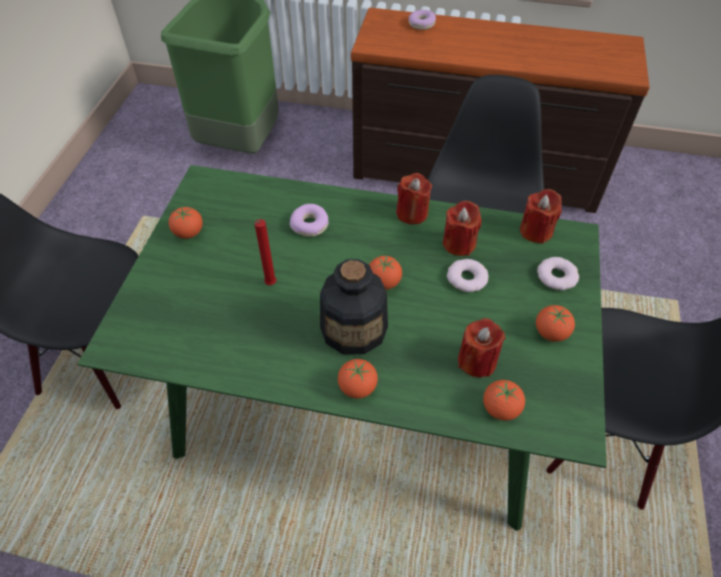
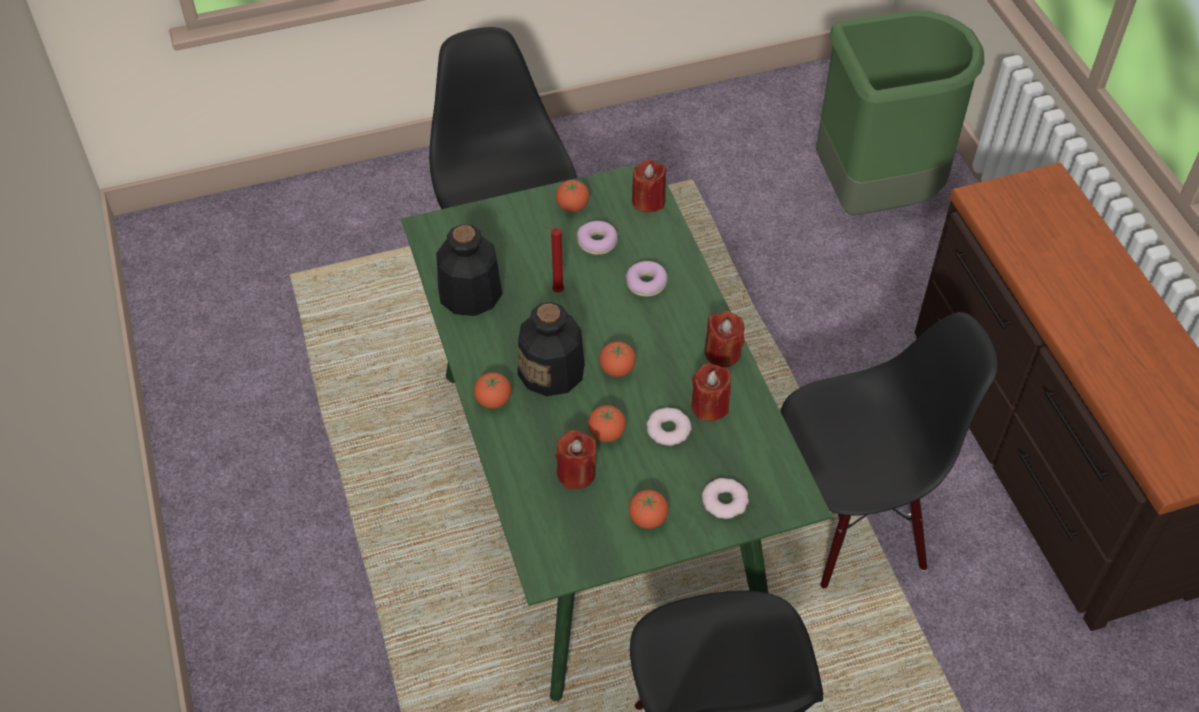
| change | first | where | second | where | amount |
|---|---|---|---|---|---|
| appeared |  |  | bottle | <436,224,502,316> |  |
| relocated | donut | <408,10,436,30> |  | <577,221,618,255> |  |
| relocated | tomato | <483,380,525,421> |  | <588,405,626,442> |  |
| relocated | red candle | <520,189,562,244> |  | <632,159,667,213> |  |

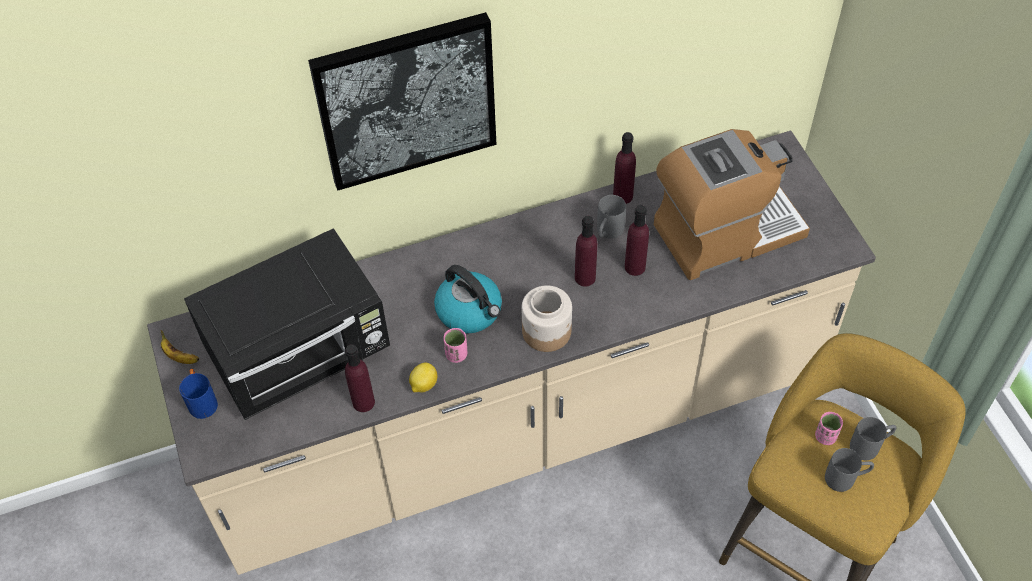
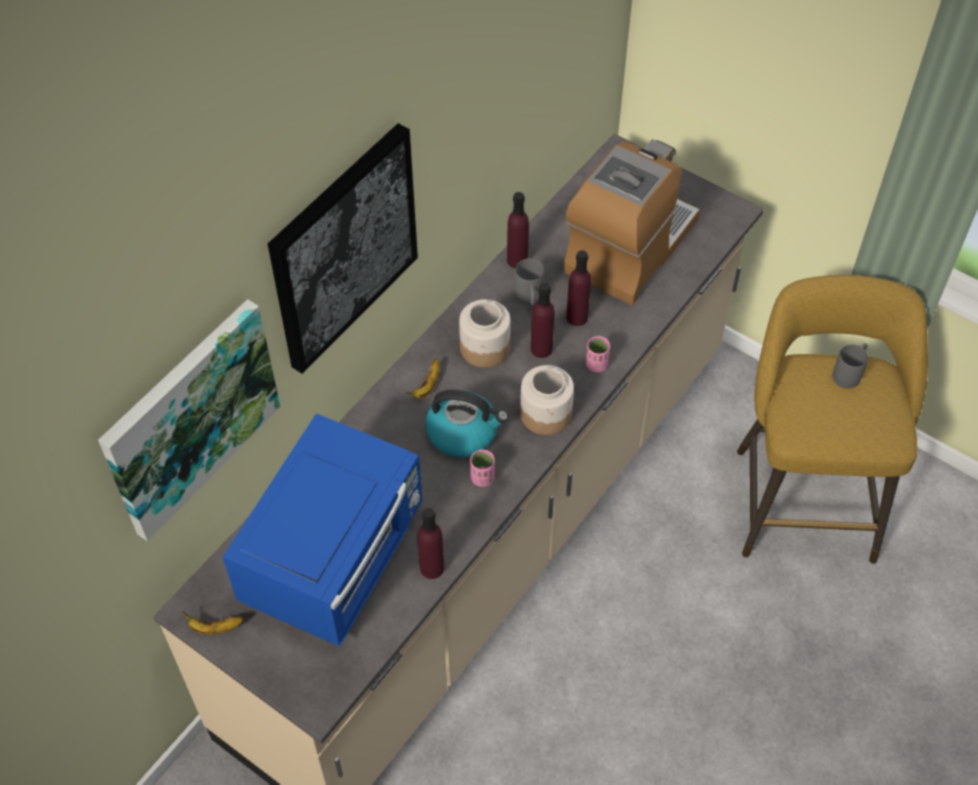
| change | first | where | second | where | amount |
|---|---|---|---|---|---|
| appeared |  |  | picture | <98,299,280,541> |  |
| colour | black microwave | <184,228,390,420> | blue microwave | <223,413,422,647> |  |
| appeared |  |  | banana | <405,359,440,399> |  |
| appeared |  |  | jar | <459,299,511,368> |  |
| relocated | pink cup | <815,412,843,445> |  | <585,336,610,372> |  |
| missing | blue mug | <179,369,218,419> |  |  |  |
| missing | lemon | <409,363,437,392> |  |  |  |
| missing | grey mug | <825,448,874,492> |  |  |  |

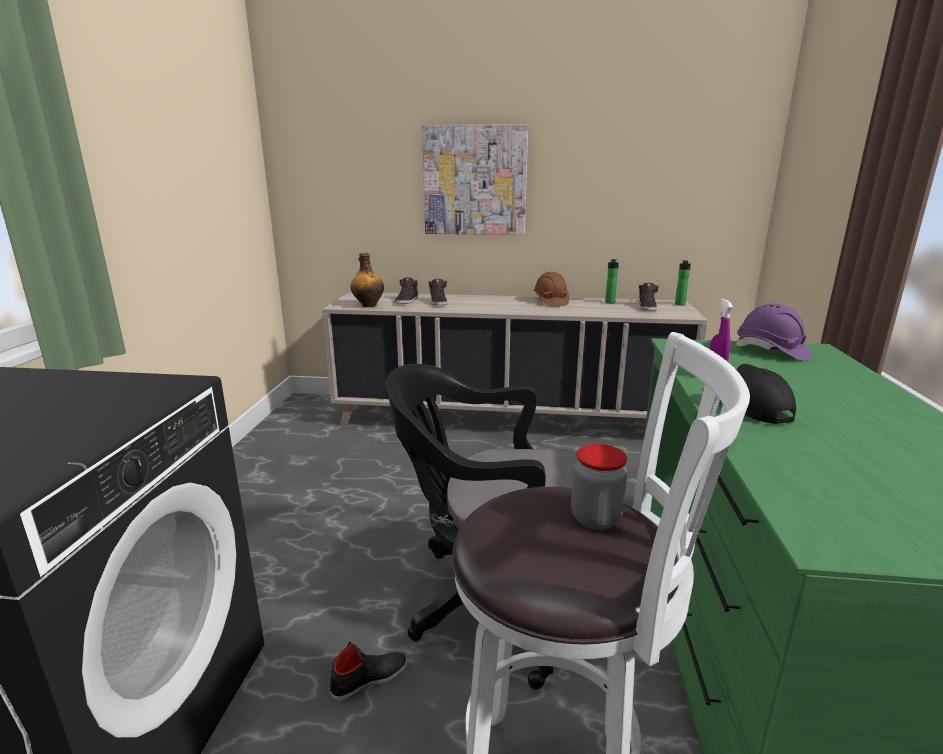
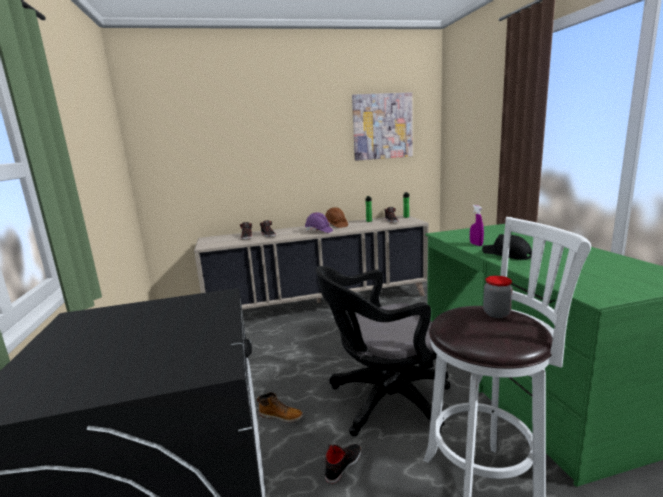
| change | first | where | second | where | amount |
|---|---|---|---|---|---|
| appeared |  |  | boot | <257,392,303,423> |  |
| relocated | purple hard hat | <736,303,813,361> |  | <305,212,333,233> |  |
| relocated | picture | <422,124,528,235> |  | <352,92,413,161> |  |
| missing | bottle | <351,252,384,307> |  |  |  |

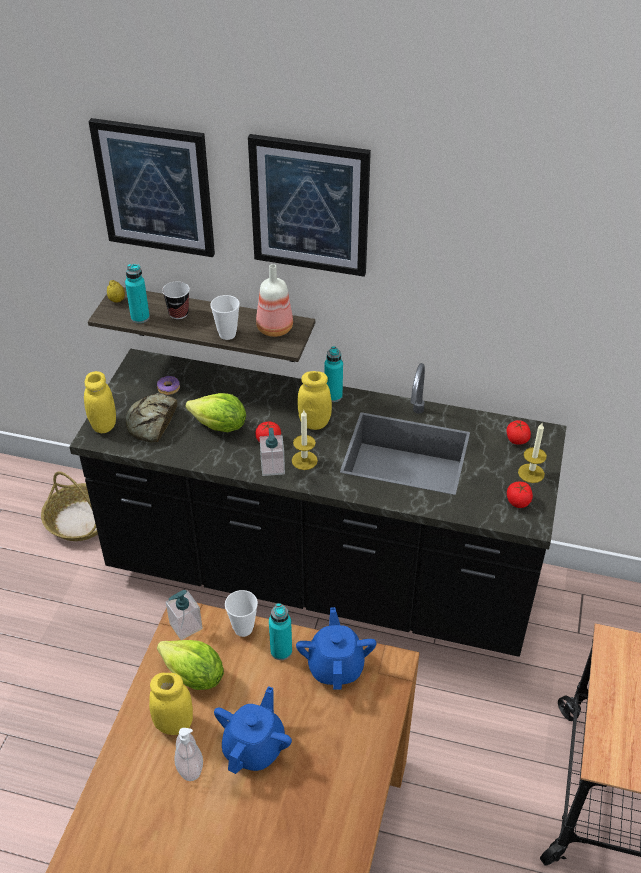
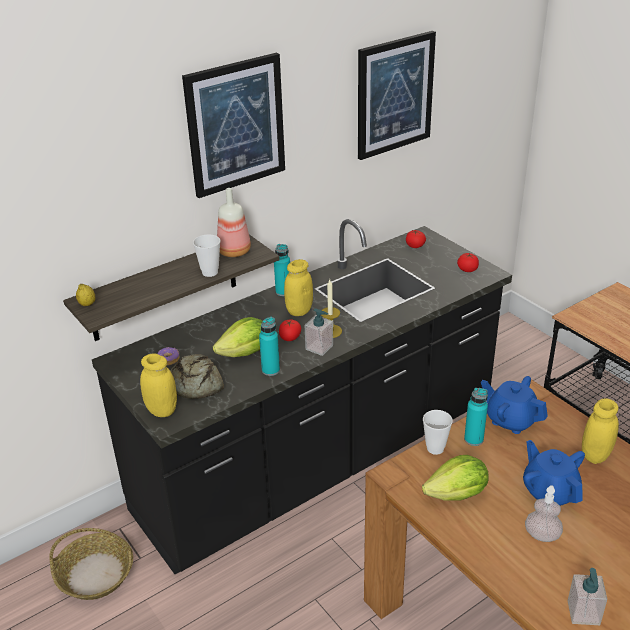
| change | first | where | second | where | amount |
|---|---|---|---|---|---|
| relocated | turquoise bottle | <125,264,150,323> |  | <259,317,280,376> |  |
| relocated | picture | <89,118,215,257> |  | <358,31,436,160> |  |
| relocated | soap dispenser | <166,590,203,640> |  | <568,568,607,625> |  |
| relocated | yellow jar | <149,673,193,735> |  | <582,398,619,464> |  |
| missing | cup | <162,281,190,319> |  |  |  |
| missing | candle | <518,423,547,483> |  |  |  |

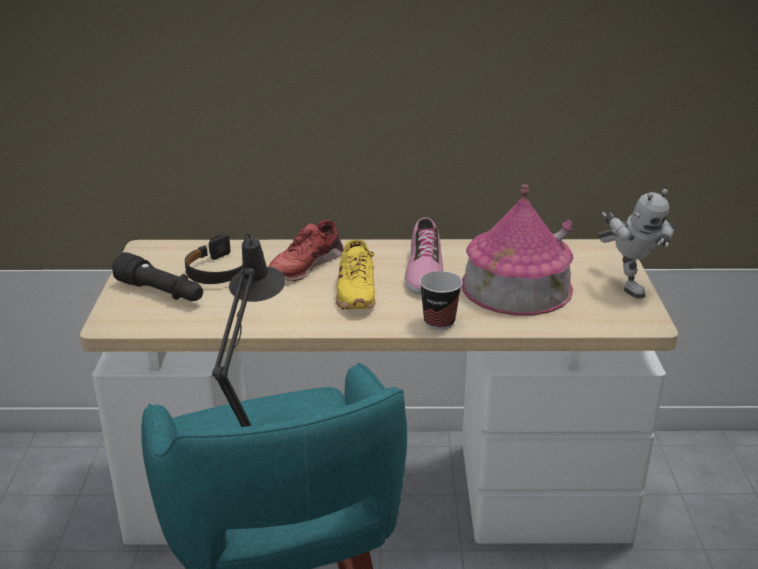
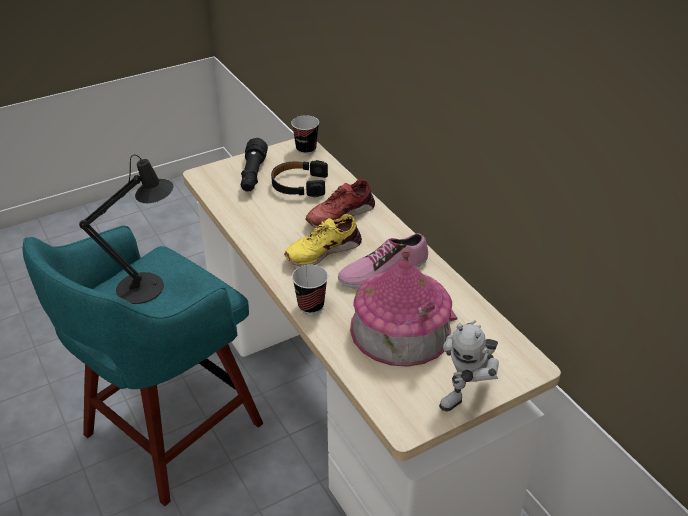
| change | first | where | second | where | amount |
|---|---|---|---|---|---|
| appeared |  |  | cup | <291,115,319,154> |  |
| spun | red shoe | <268,220,344,282> |  | <305,179,375,228> | 45 degrees counterclockwise |

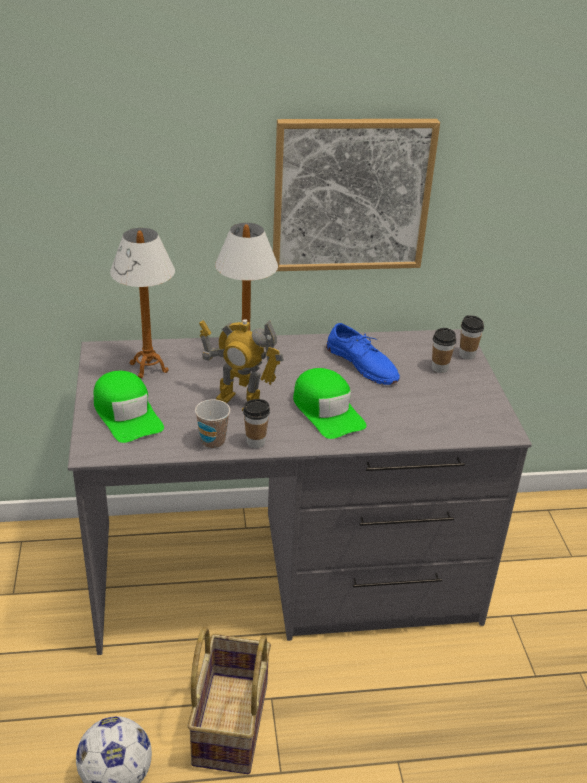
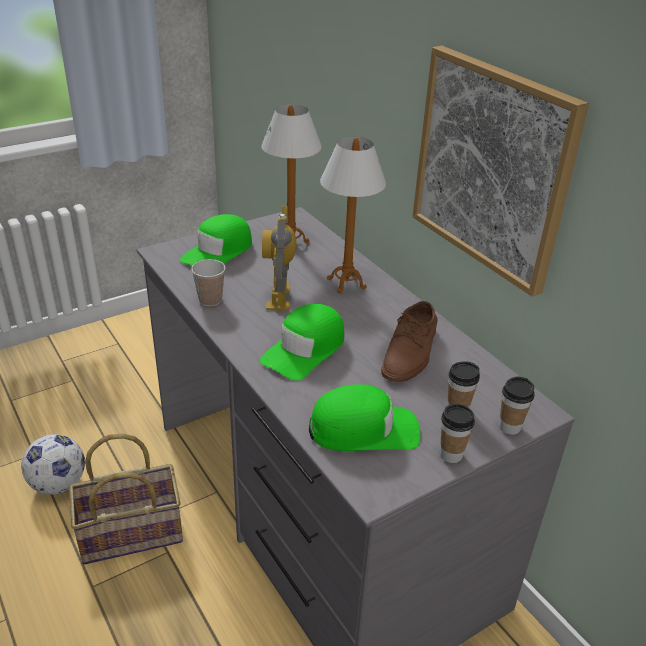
| change | first | where | second | where | amount |
|---|---|---|---|---|---|
| appeared |  |  | green cap | <309,385,420,451> |  |
| colour | blue shoe | <326,323,400,385> | brown shoe | <381,301,438,382> |  |
| relocated | cup | <243,399,270,448> |  | <440,404,475,463> |  |

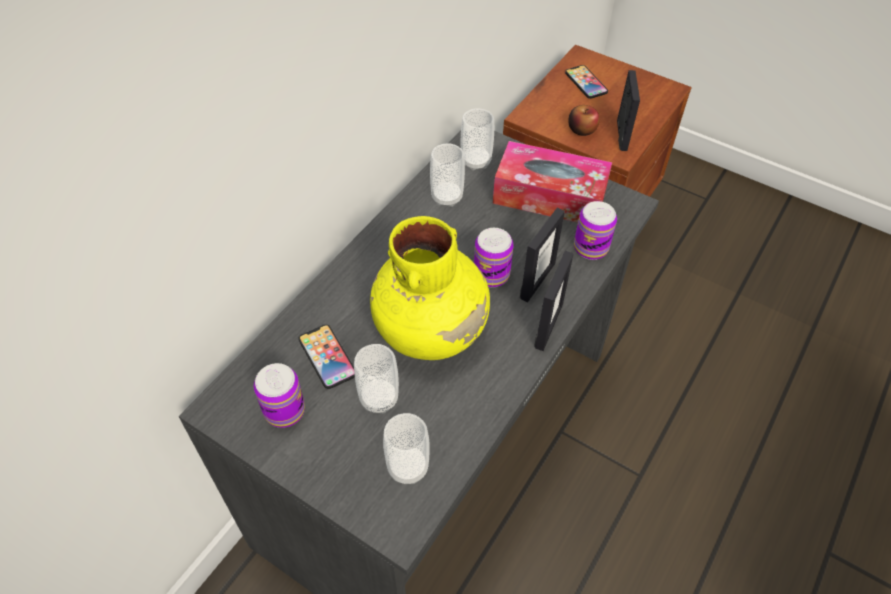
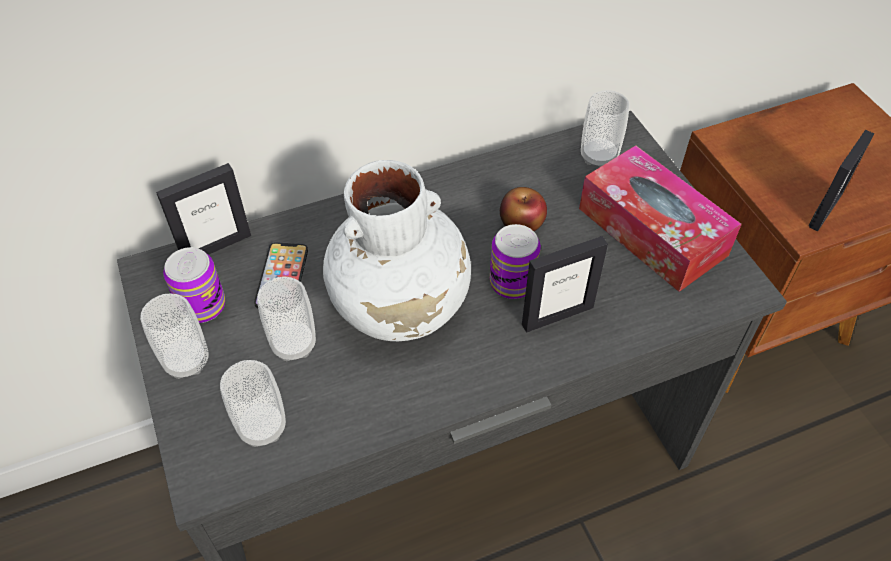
| change | first | where | second | where | amount |
|---|---|---|---|---|---|
| relocated | cup | <430,144,465,207> |  | <140,294,209,379> |  |
| relocated | picture frame | <534,251,574,351> |  | <156,163,251,255> |  |
| colour | yellow vase | <370,216,490,360> | white vase | <323,160,471,341> |  |
| relocated | apple | <568,105,600,136> |  | <500,187,547,231> |  |
| missing | phone | <565,65,608,99> |  |  |  |
| missing | can | <574,201,617,260> |  |  |  |

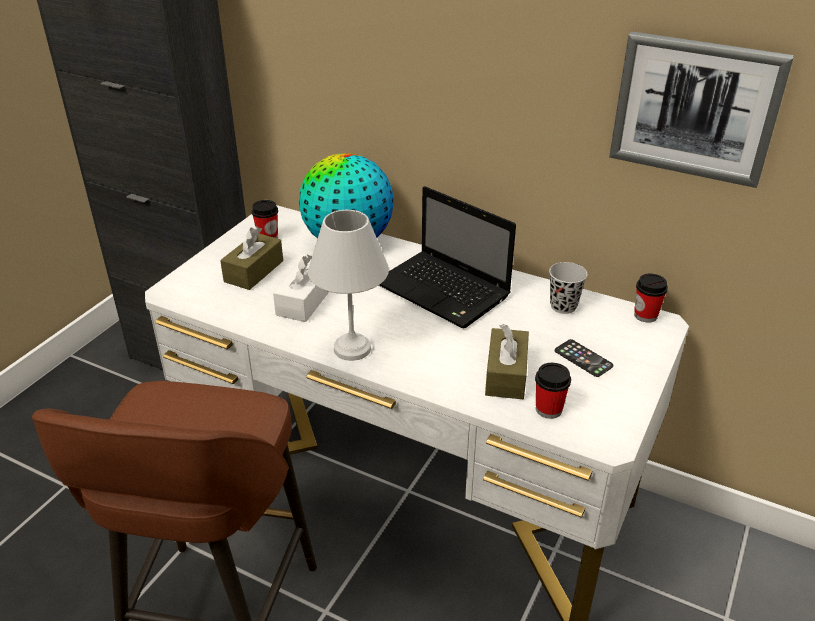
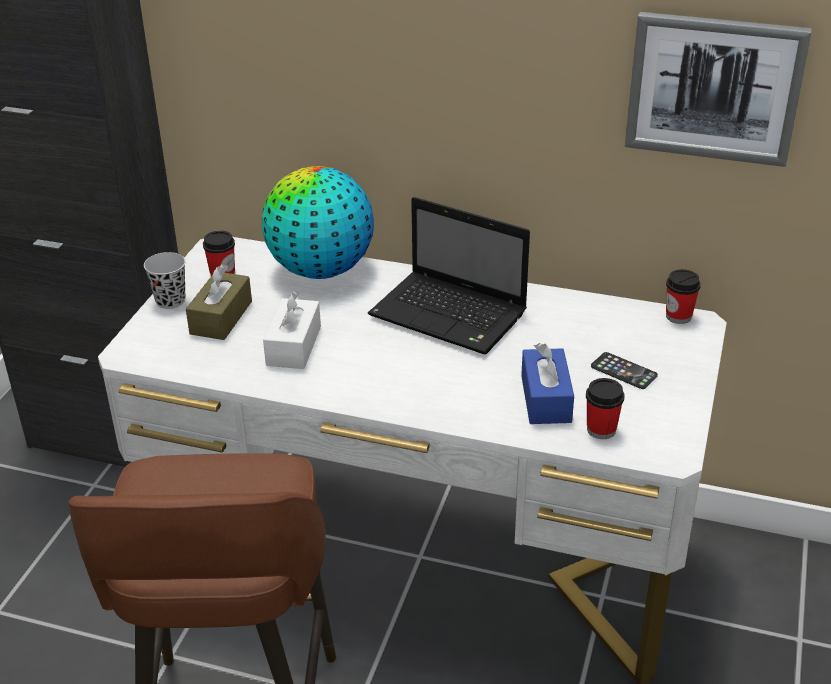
| change | first | where | second | where | amount |
|---|---|---|---|---|---|
| relocated | black cup | <549,262,587,314> |  | <144,252,186,309> |  |
| colour | brown tissue box | <485,324,529,399> | blue tissue box | <521,343,574,424> |  |
| missing | white table lamp | <308,210,389,361> |  |  |  |

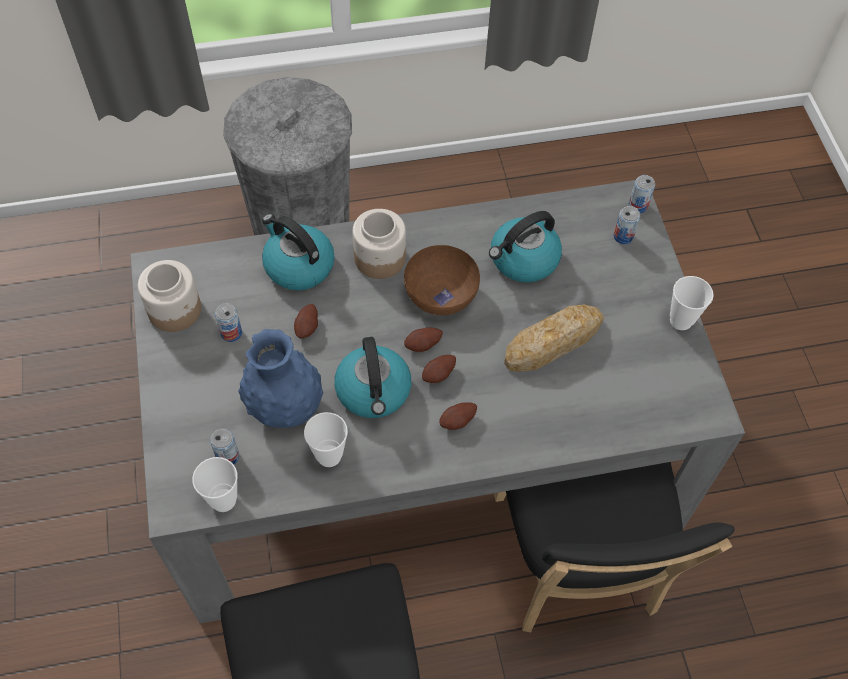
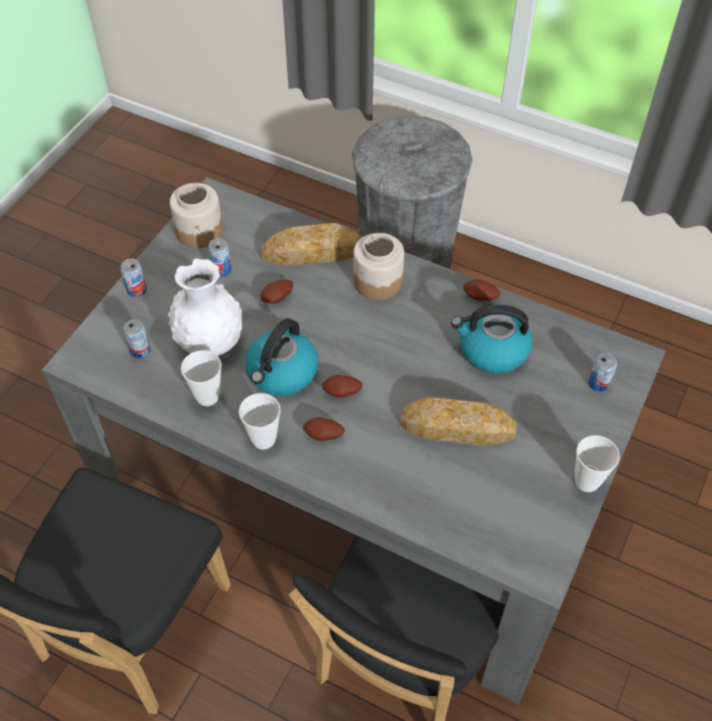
| change | first | where | second | where | amount |
|---|---|---|---|---|---|
| relocated | can | <628,175,655,213> |  | <120,259,147,297> |  |
| colour | blue vase | <238,329,323,428> | white vase | <168,258,242,356> |  |
| relocated | cup | <192,457,238,512> |  | <239,393,281,450> |  |
| exchanged | kettle | <262,214,335,290> | bread | <261,223,362,266> |  |
| relocated | potato | <404,327,443,352> |  | <463,279,501,301> |  |
| missing | brown bowl | <404,245,480,315> |  |  |  |

